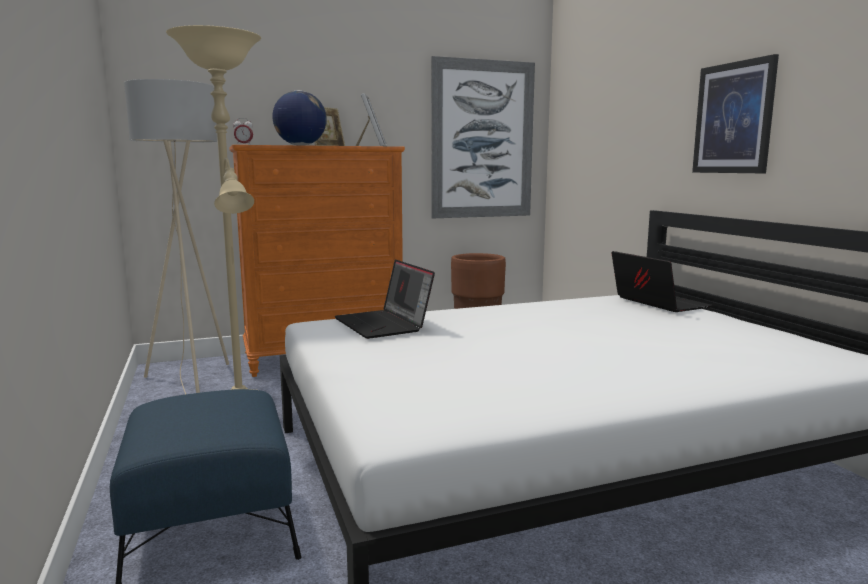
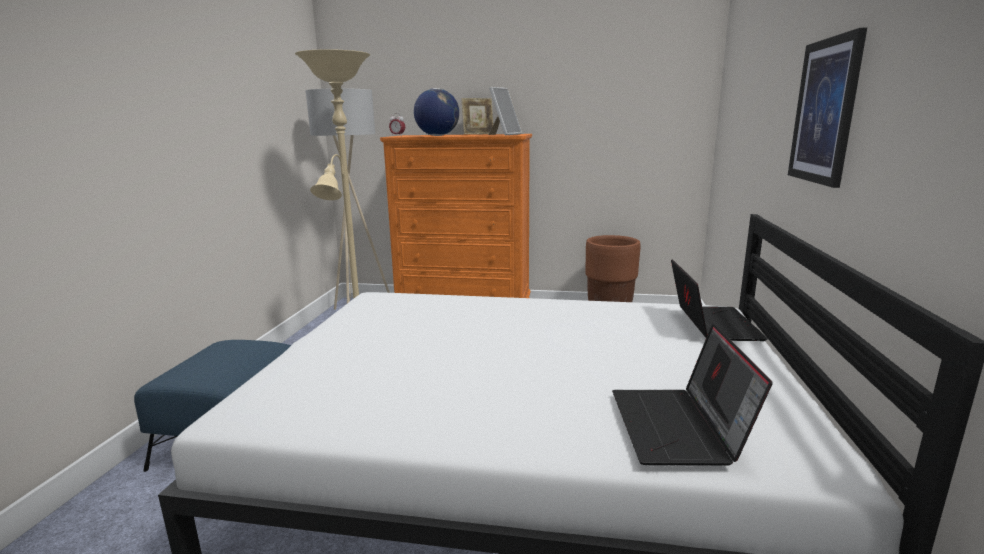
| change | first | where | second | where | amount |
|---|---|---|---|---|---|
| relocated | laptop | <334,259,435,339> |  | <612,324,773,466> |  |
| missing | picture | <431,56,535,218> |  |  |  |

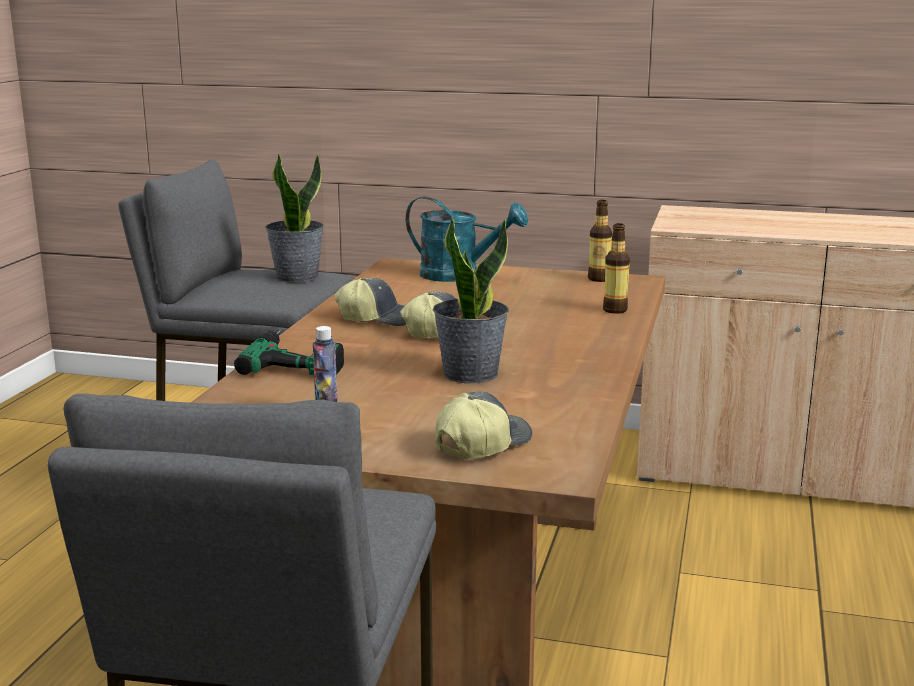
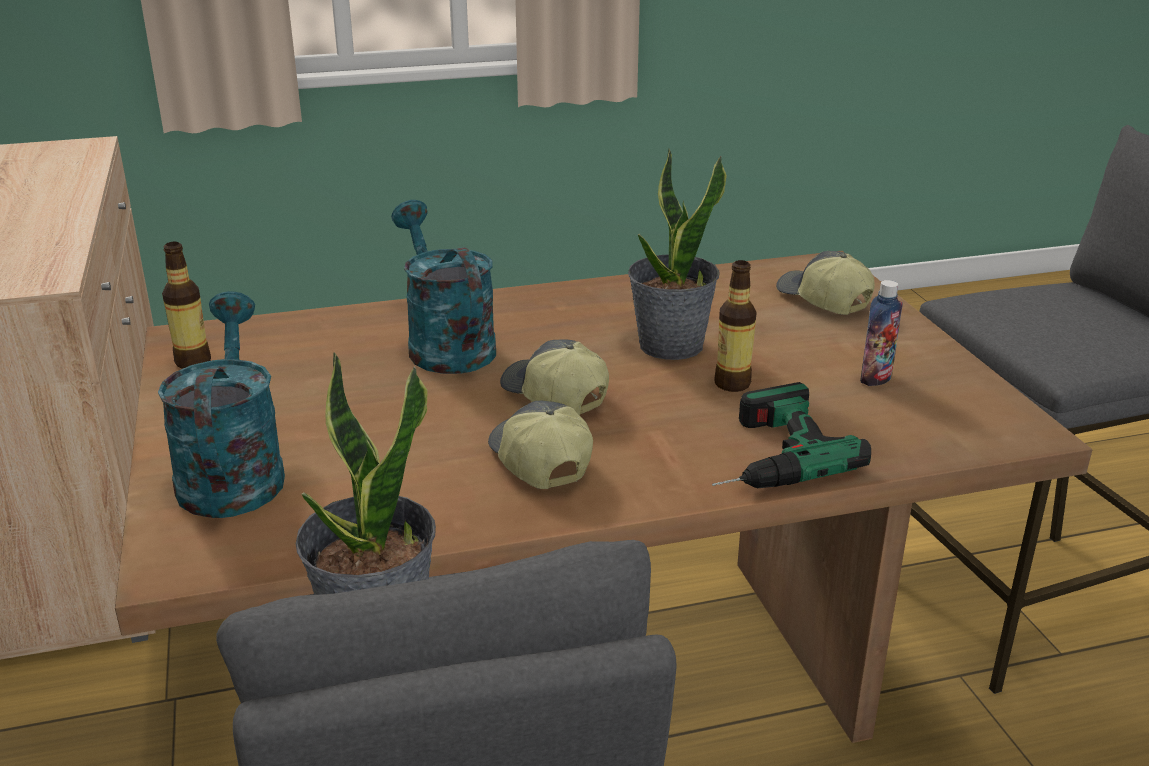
| change | first | where | second | where | amount |
|---|---|---|---|---|---|
| appeared |  |  | turquoise watering can | <391,200,496,374> |  |
| relocated | bottle | <603,223,630,314> |  | <715,260,757,392> |  |
| spun | cap | <435,392,532,459> |  | <776,251,875,315> | 45 degrees clockwise |

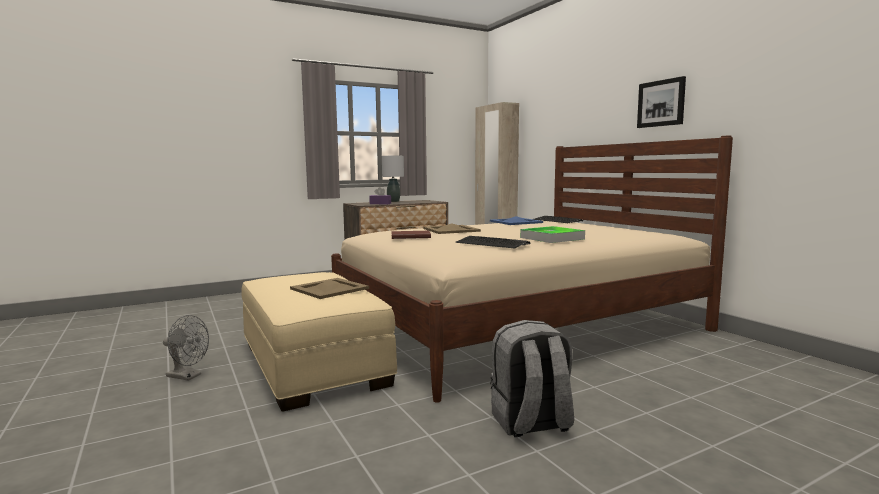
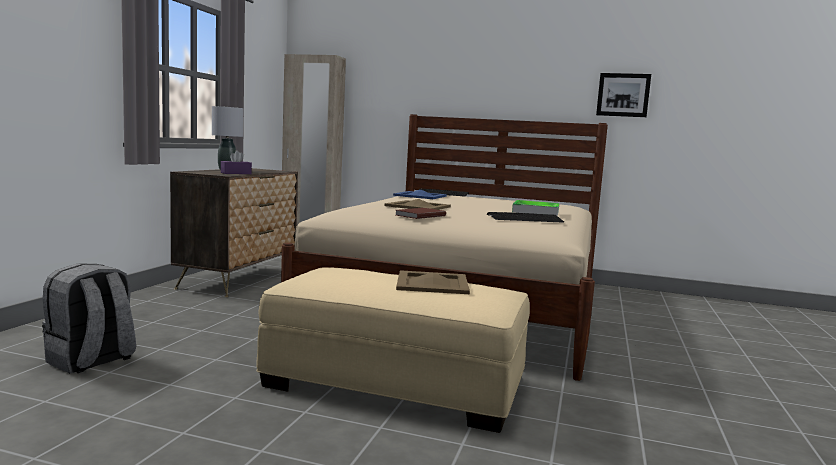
| change | first | where | second | where | amount |
|---|---|---|---|---|---|
| relocated | grey backpack | <490,320,574,437> |  | <42,263,136,373> |  |
| relocated | picture | <637,76,686,128> |  | <596,73,651,117> |  |
| missing | grey fan | <163,315,209,381> |  |  |  |

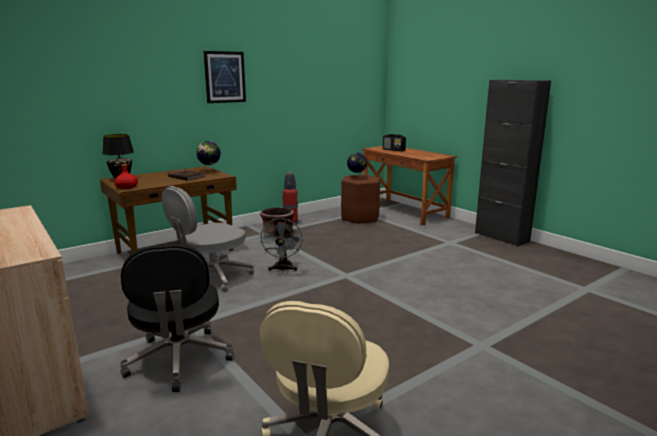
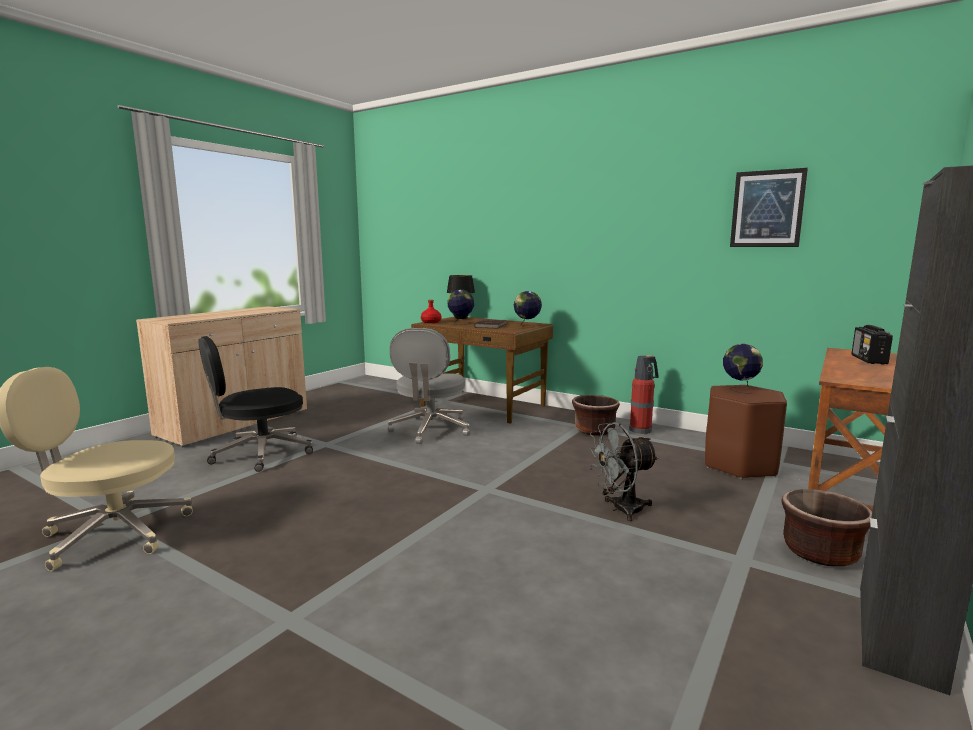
| change | first | where | second | where | amount |
|---|---|---|---|---|---|
| spun | grey office chair | <162,186,254,292> |  | <388,328,470,444> | 105 degrees counterclockwise |
| appeared |  |  | globe | <447,290,474,325> |  |
| relocated | grey fan | <259,218,303,272> |  | <587,422,659,521> |  |
| relocated | picture | <203,51,246,103> |  | <730,168,808,247> |  |
| appeared |  |  | brown planter | <782,489,872,566> |  |

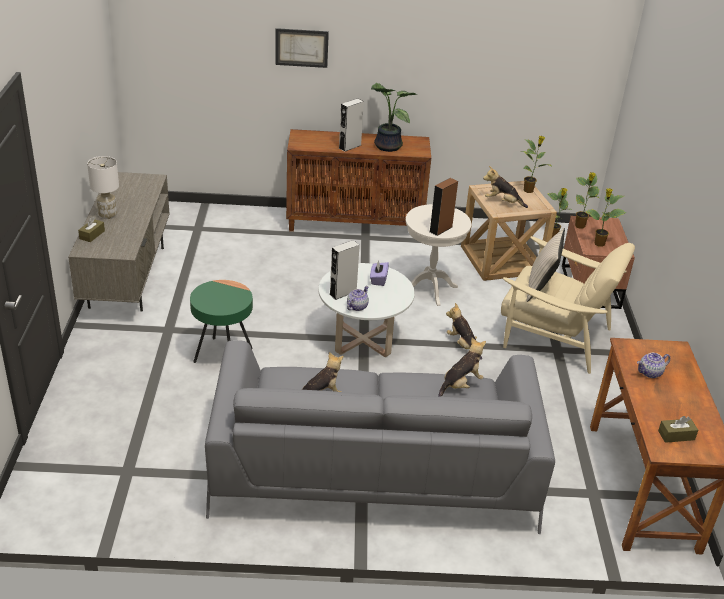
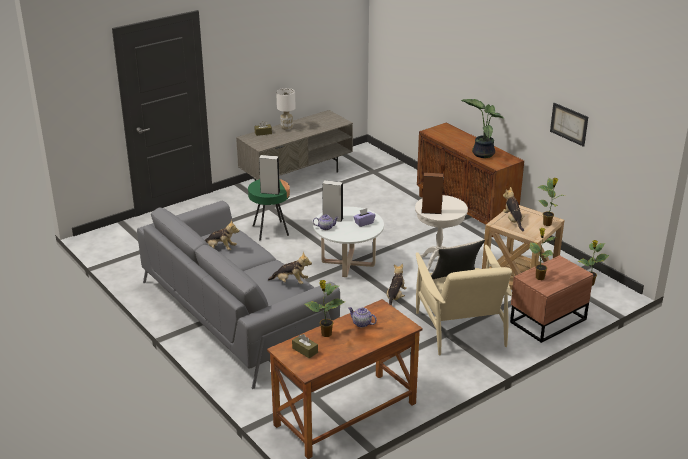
| change | first | where | second | where | amount |
|---|---|---|---|---|---|
| relocated | grey speaker | <339,98,364,152> |  | <259,155,280,195> |  |
| relocated | potted plant | <575,172,599,229> |  | <304,280,345,337> |  |
| relocated | picture | <275,28,329,68> |  | <550,103,588,147> |  |

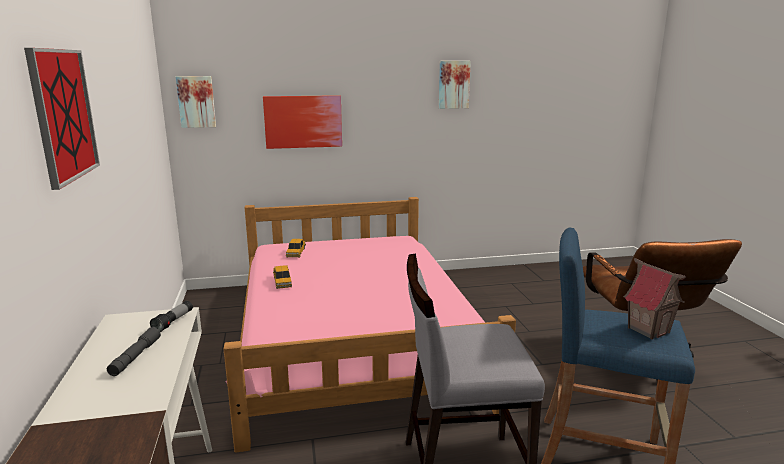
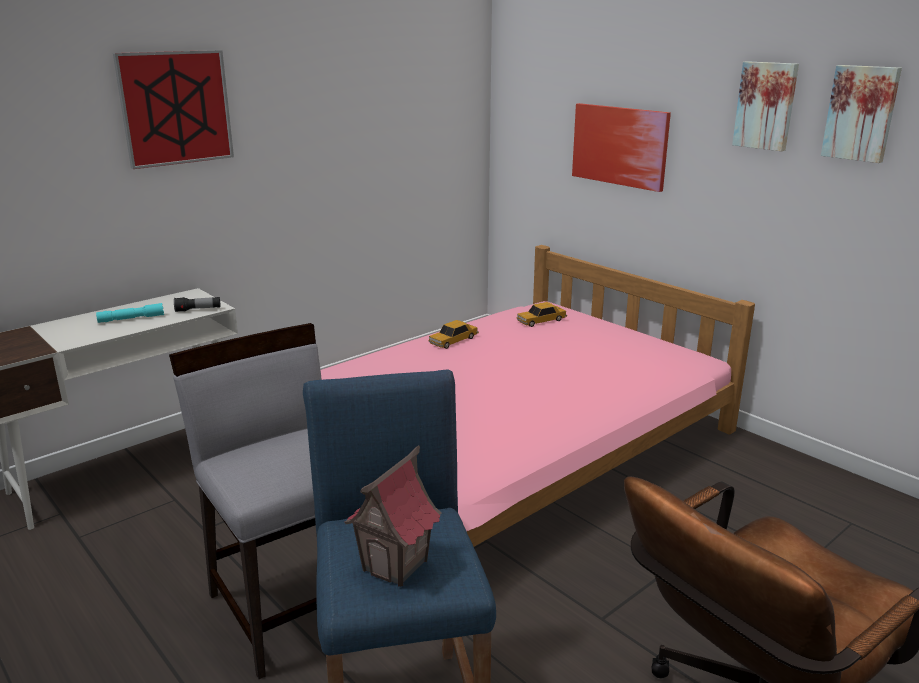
| change | first | where | second | where | amount |
|---|---|---|---|---|---|
| colour | grey flashlight | <107,327,161,376> | turquoise flashlight | <96,303,164,323> |  |
| relocated | picture | <176,76,216,128> |  | <732,61,799,151> |  |

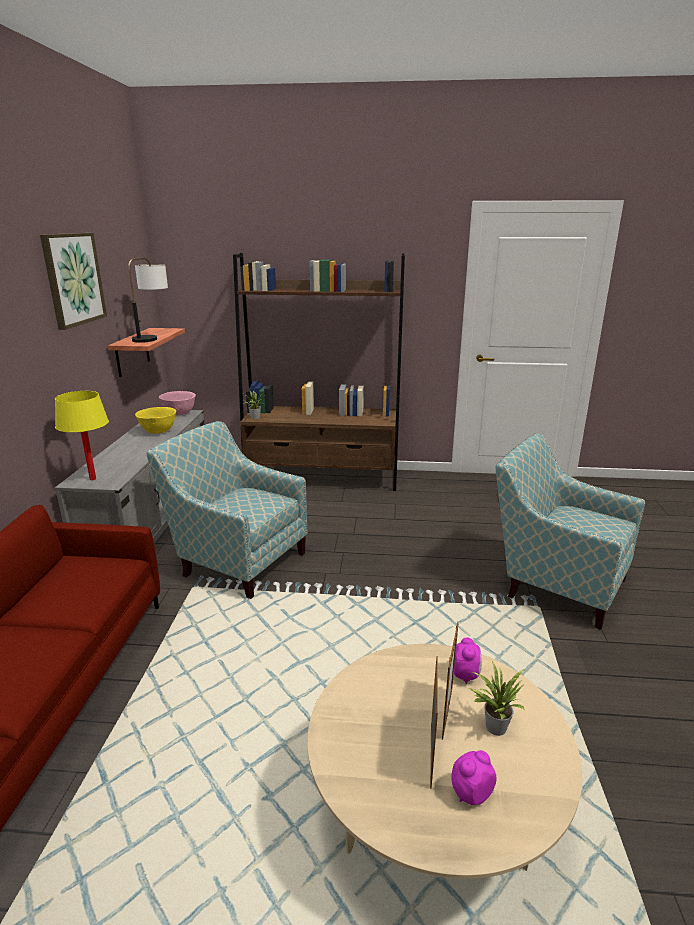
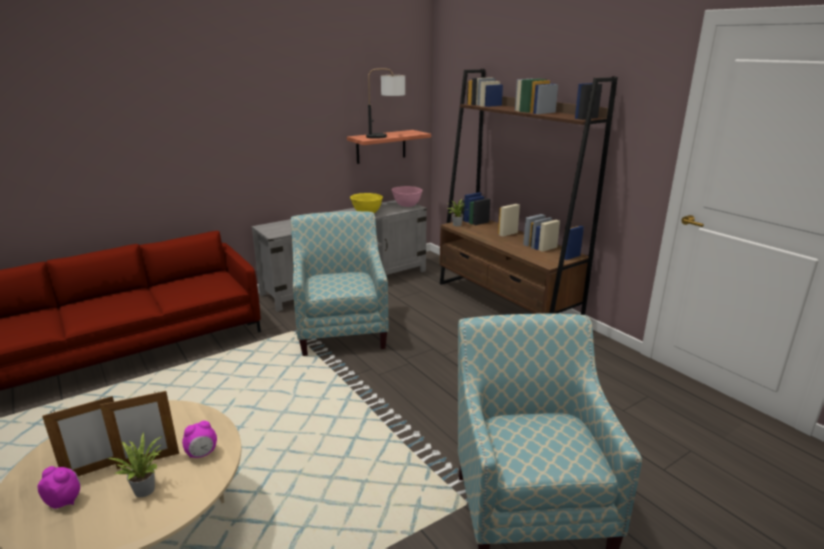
| change | first | where | second | where | amount |
|---|---|---|---|---|---|
| missing | picture | <40,233,107,330> |  |  |  |
| missing | yellow table lamp | <55,391,109,480> |  |  |  |

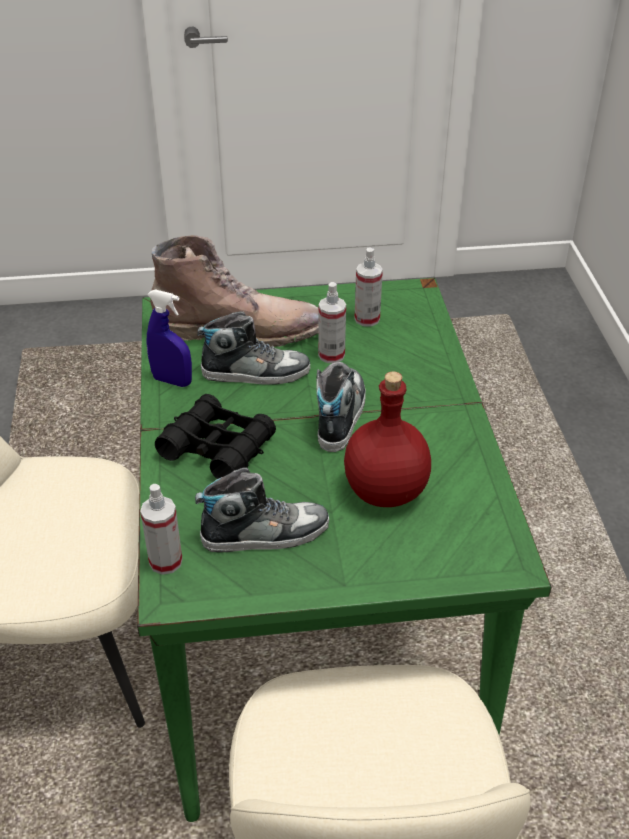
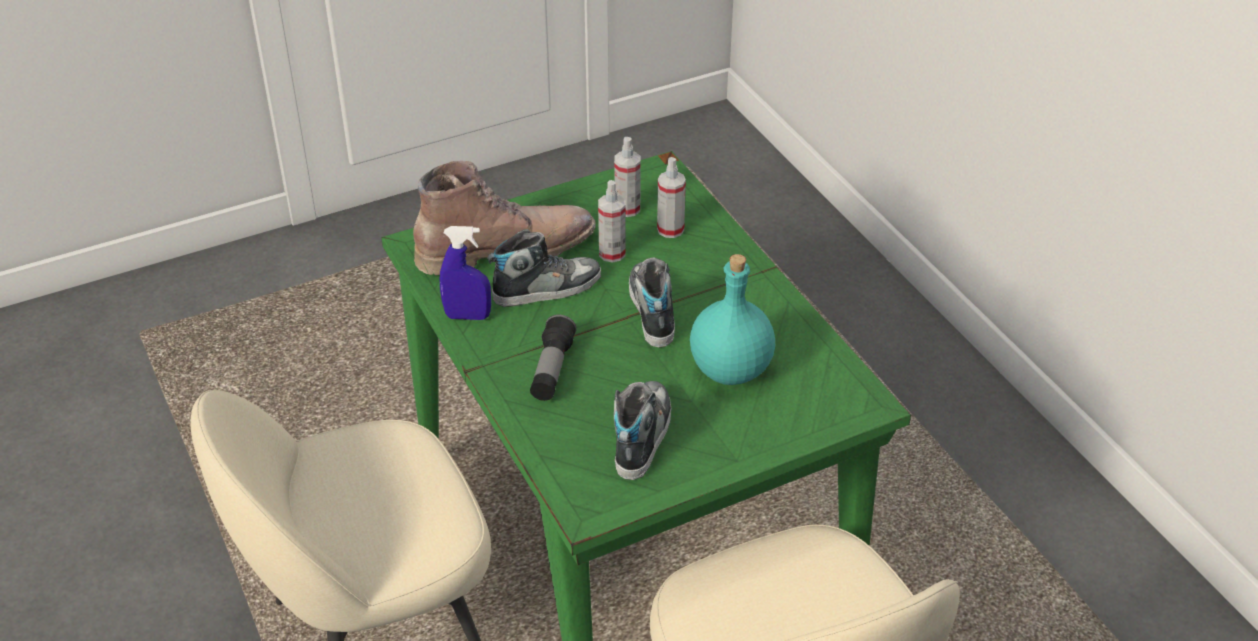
| change | first | where | second | where | amount |
|---|---|---|---|---|---|
| exchanged | black binoculars | <155,394,276,479> | flashlight | <530,315,577,401> |  |
| spun | shoe | <195,467,329,552> |  | <614,381,671,480> | 45 degrees counterclockwise |
| relocated | spray bottle | <140,484,183,575> |  | <657,157,686,238> |  |
| colour | red bottle | <344,371,431,507> | turquoise bottle | <690,254,775,385> |  |

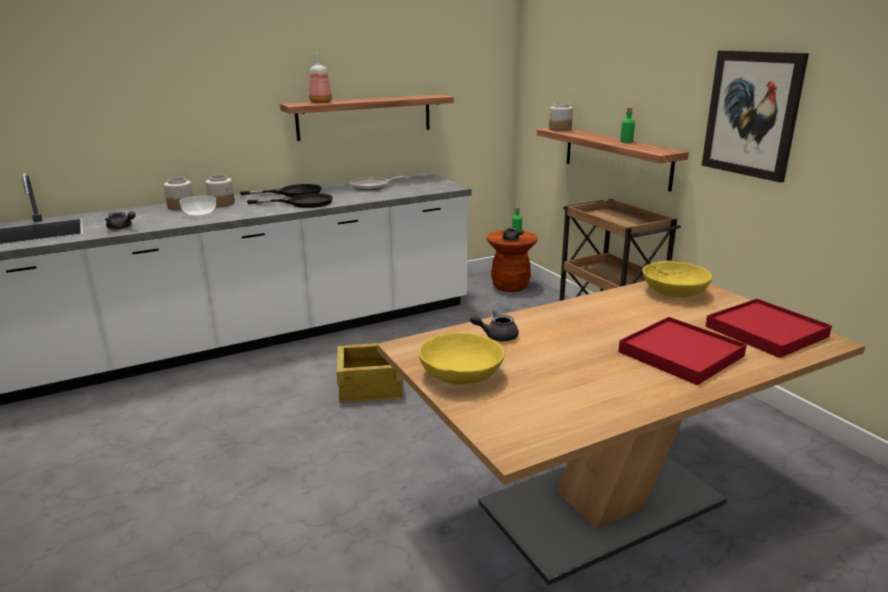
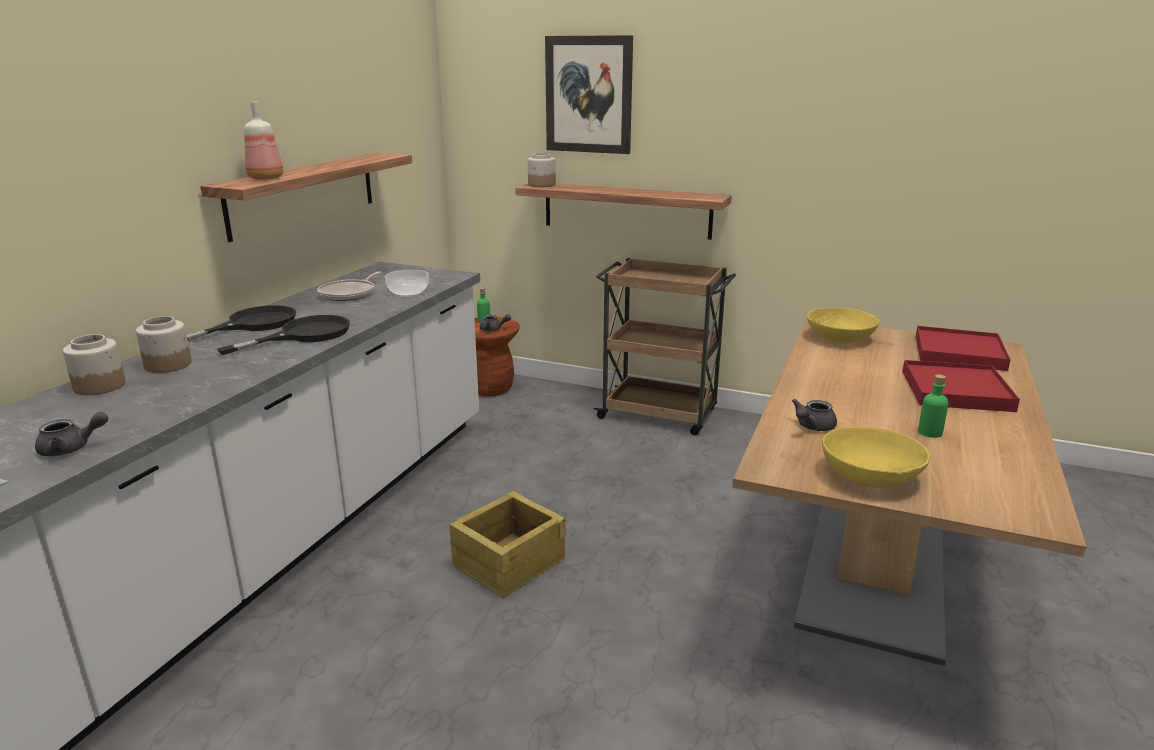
| change | first | where | second | where | amount |
|---|---|---|---|---|---|
| relocated | bowl | <180,195,216,217> |  | <385,270,429,297> |  |
| relocated | picture | <702,50,809,183> |  | <545,35,633,154> |  |
| relocated | green bottle | <620,107,635,143> |  | <918,374,949,438> |  |

